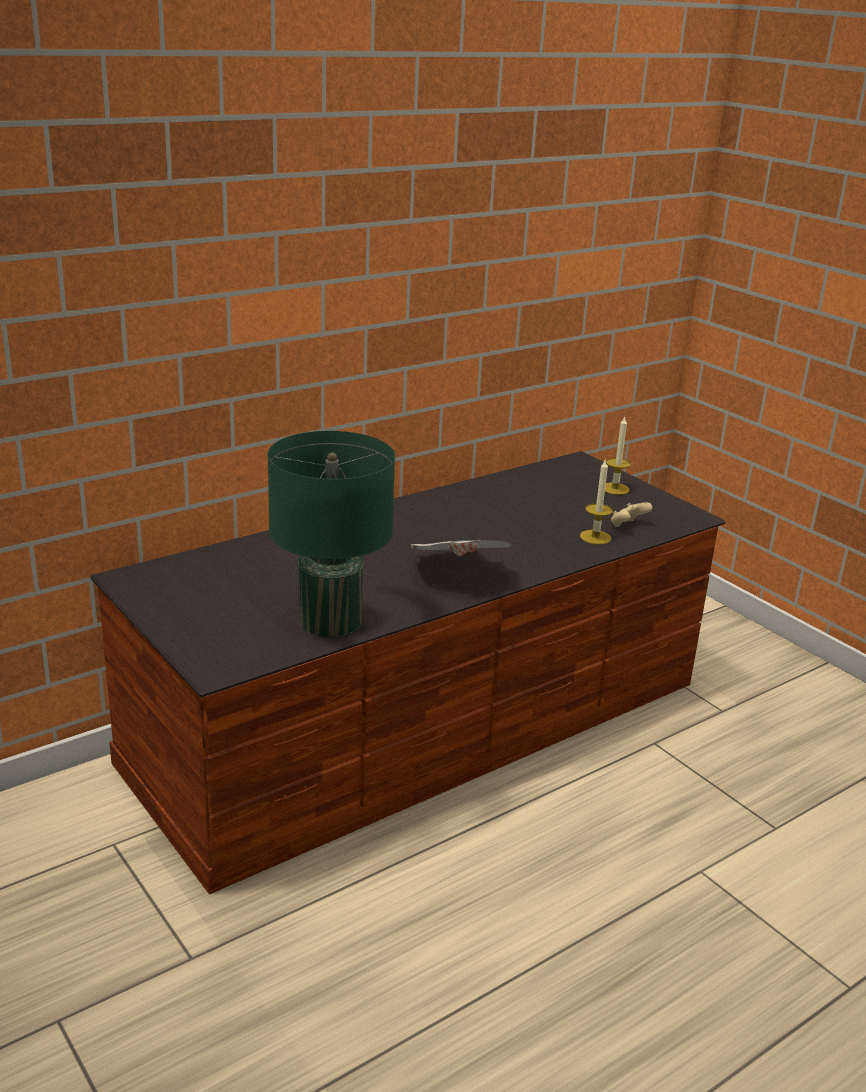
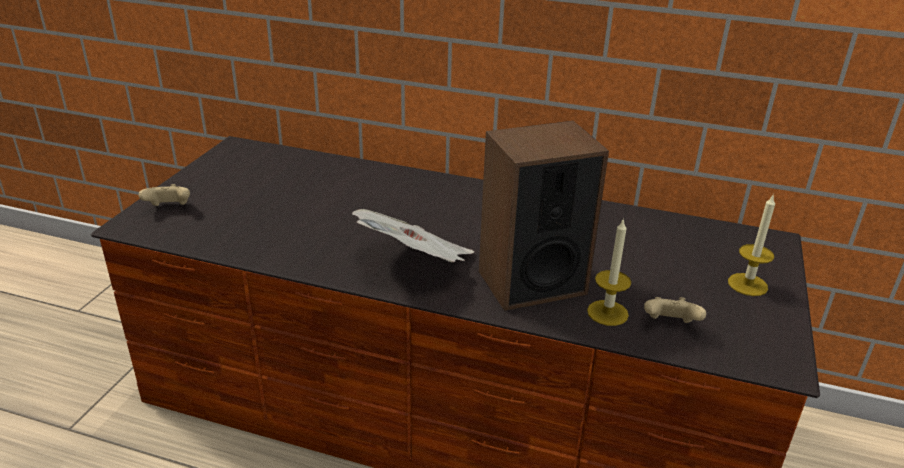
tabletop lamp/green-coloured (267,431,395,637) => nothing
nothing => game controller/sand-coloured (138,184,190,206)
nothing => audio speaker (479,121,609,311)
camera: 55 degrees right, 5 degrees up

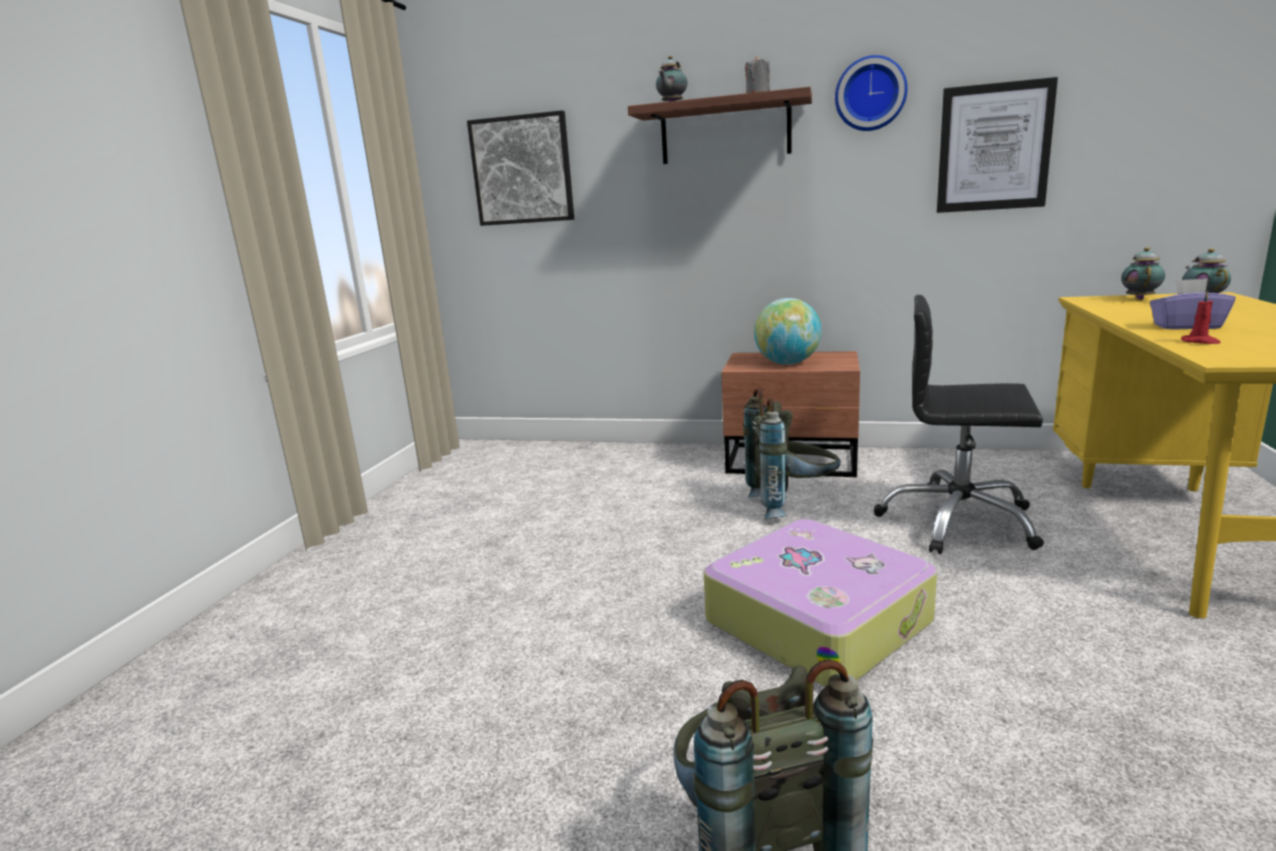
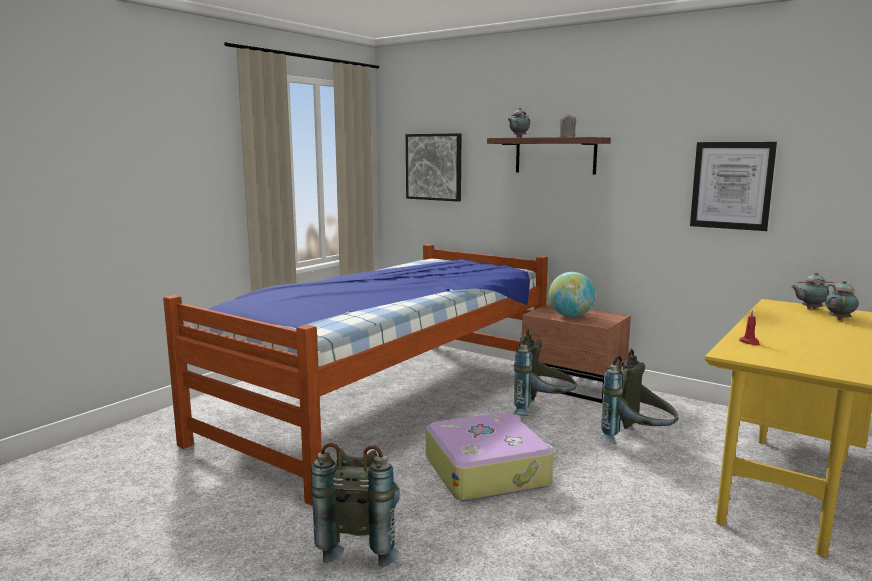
clock on the wall (835,55,908,131) => nothing
computer chair/black (874,295,1044,554) => knapsack/greyish (599,349,679,444)
teapot (1121,247,1165,300) => teapot (791,272,836,309), 135 degrees counterclockwise
tissue box/purple (1150,278,1235,330) => nothing
nothing => bedroom bed (163,244,548,506)
camera: 20 degrees right, 5 degrees down

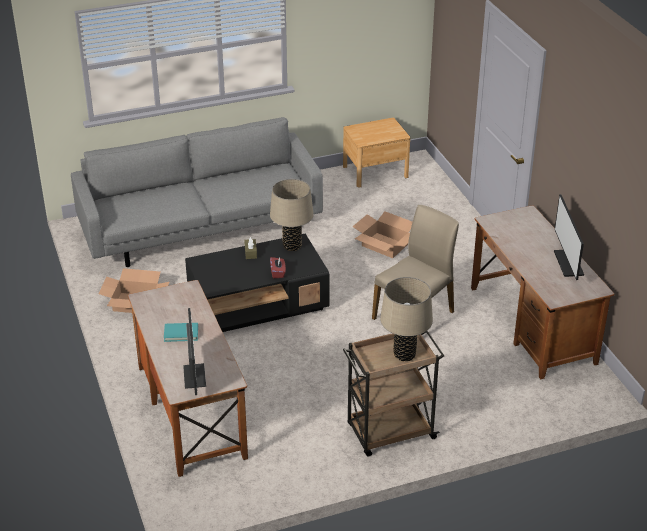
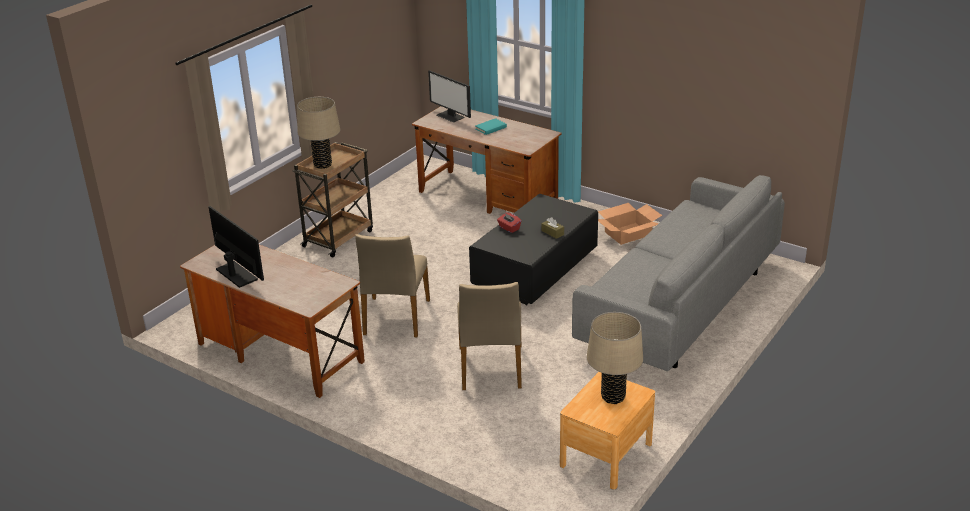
tabletop lamp/sand-coloured (270,179,314,251) => tabletop lamp/sand-coloured (587,312,643,404), relocated
cardboard box (352,211,413,258) => upright chair/sand-coloured (457,282,522,390)
camera: 145 degrees right, 5 degrees down

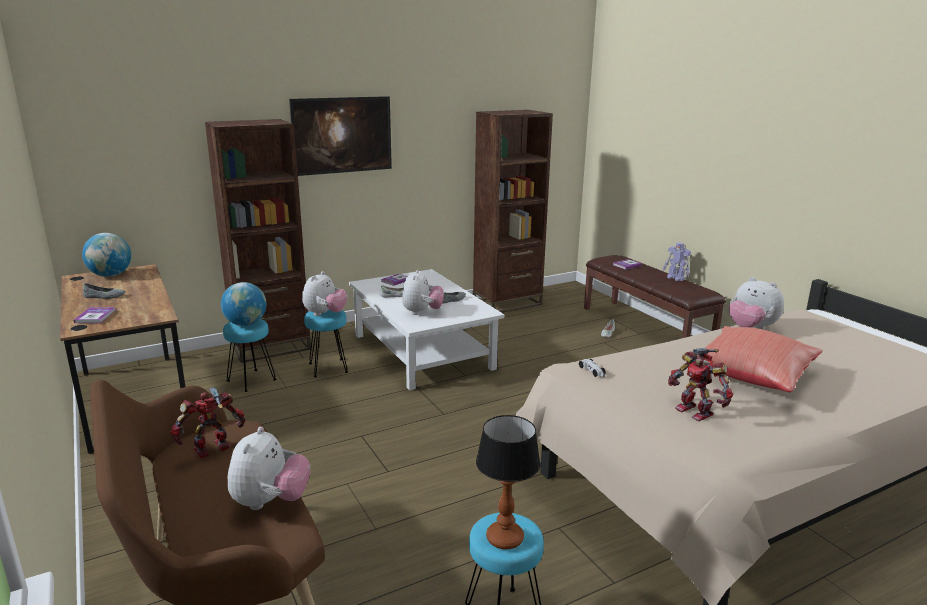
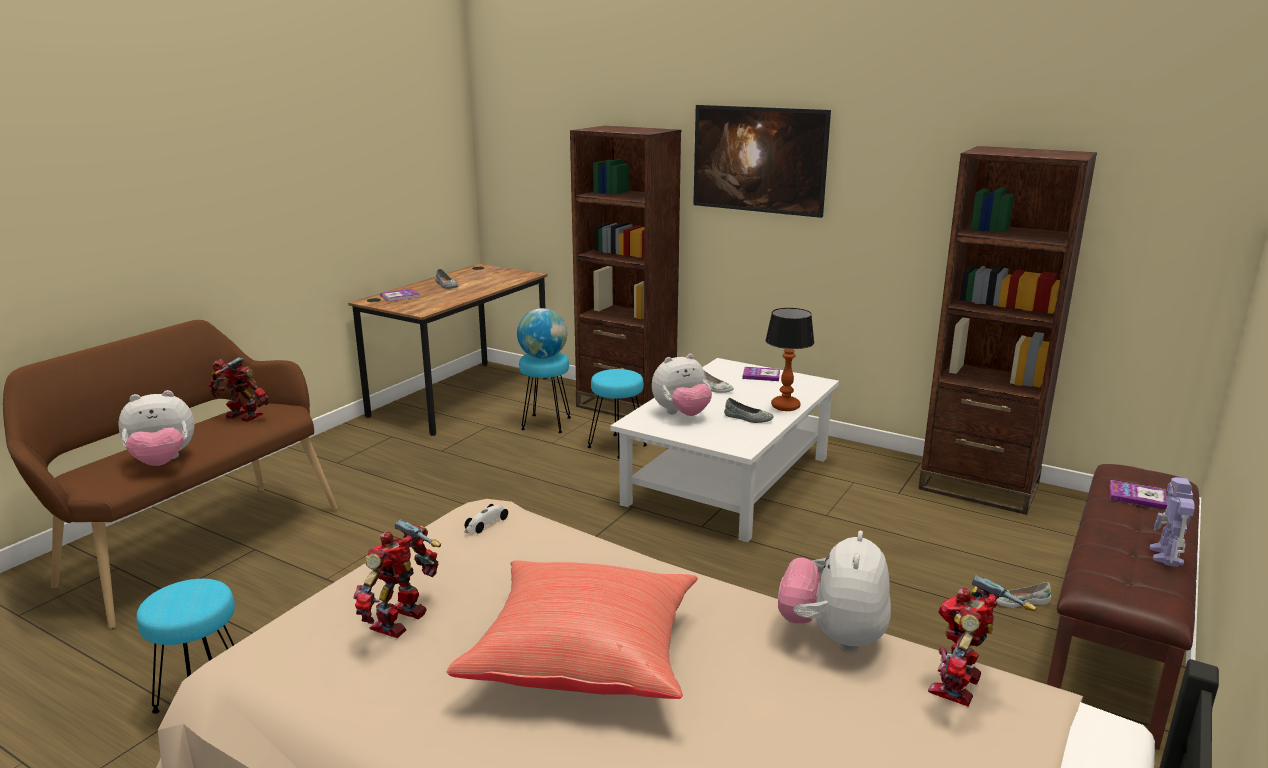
desk globe (82,233,131,277) => nothing
cuddly toy (302,271,348,316) => nothing
tabletop lamp (476,415,540,549) => tabletop lamp (765,308,815,411), relocated
nothing => toy robot (928,575,1037,706)
camera: 60 degrees right, 0 degrees up

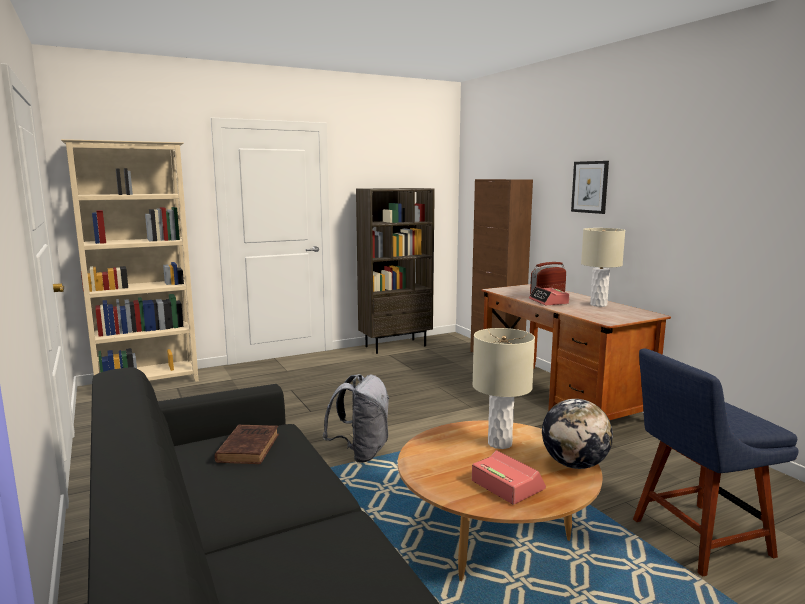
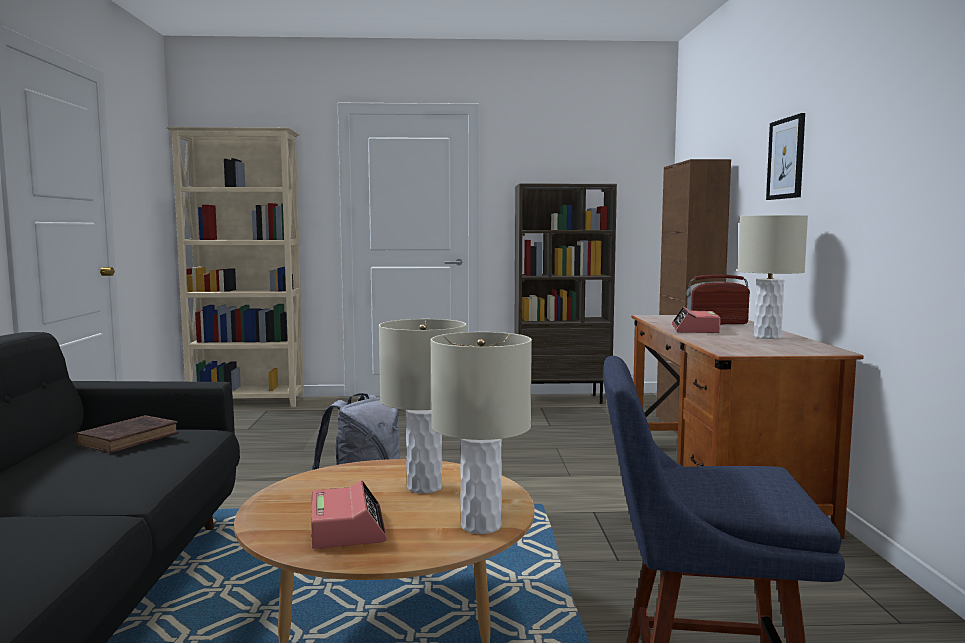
desk globe (542,399,613,469) => tabletop lamp/sand-coloured (431,332,532,534)
camera: 25 degrees right, 5 degrees down

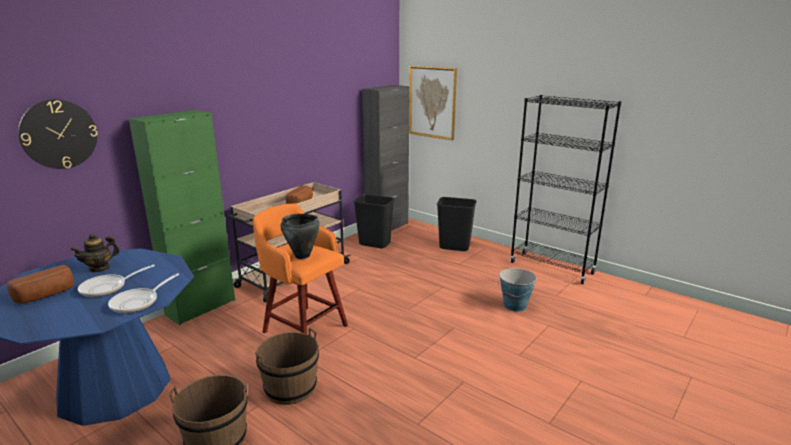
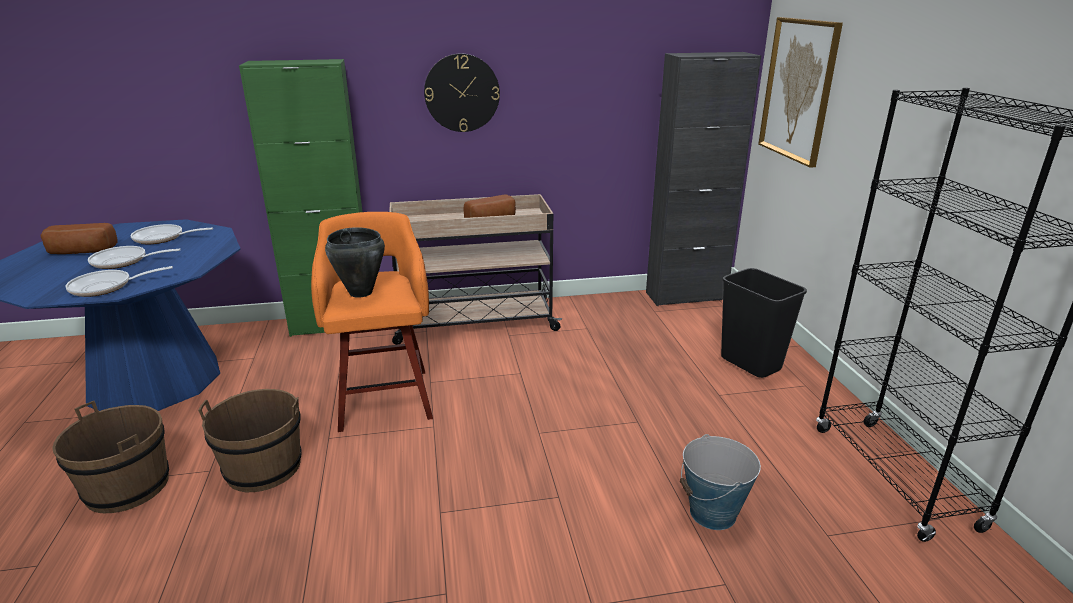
clock on the wall (18,99,98,169) => clock on the wall (424,53,500,132), relocated
teapot (70,233,120,273) => pan (131,224,213,244)
trash can/black (353,194,395,248) => nothing
camera: 40 degrees right, 5 degrees up

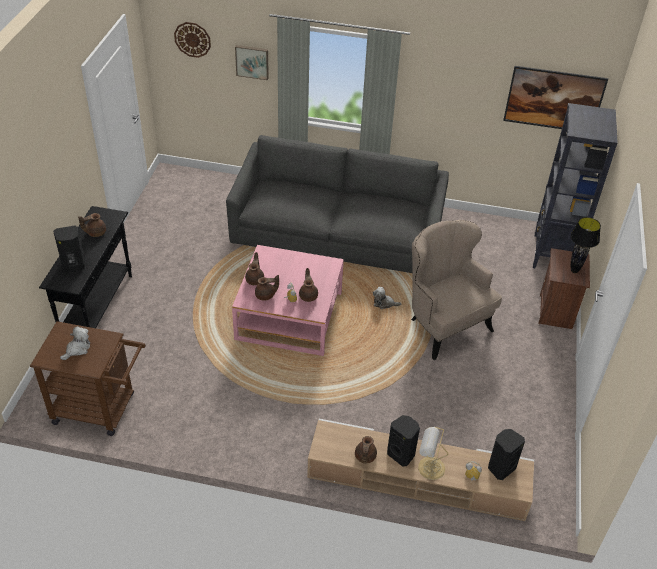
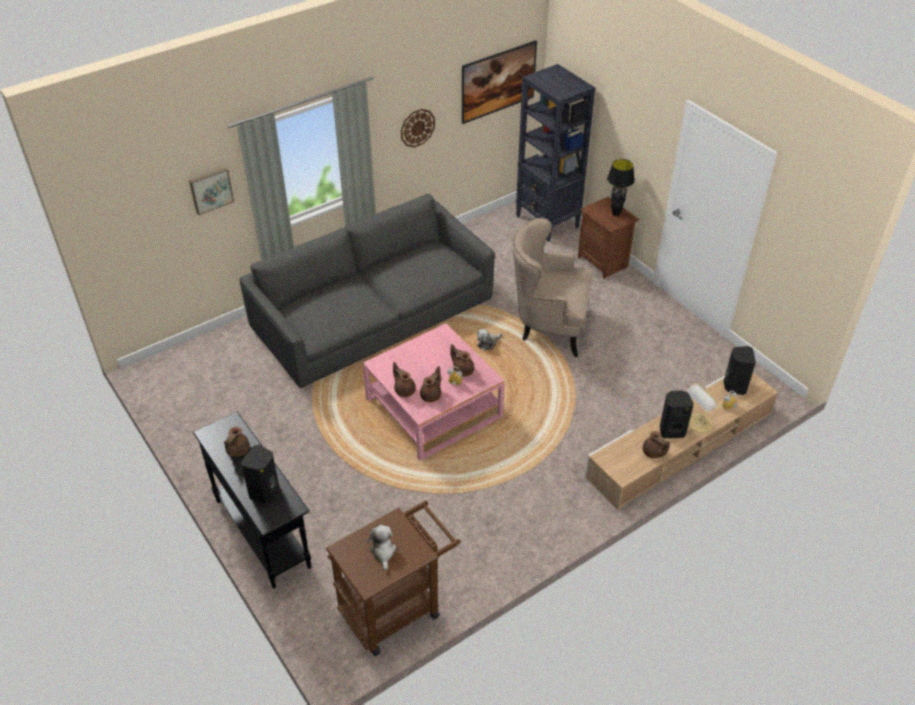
clock on the wall (174,22,211,58) => clock on the wall (401,109,435,148), relocated
camera: 45 degrees left, 0 degrees up

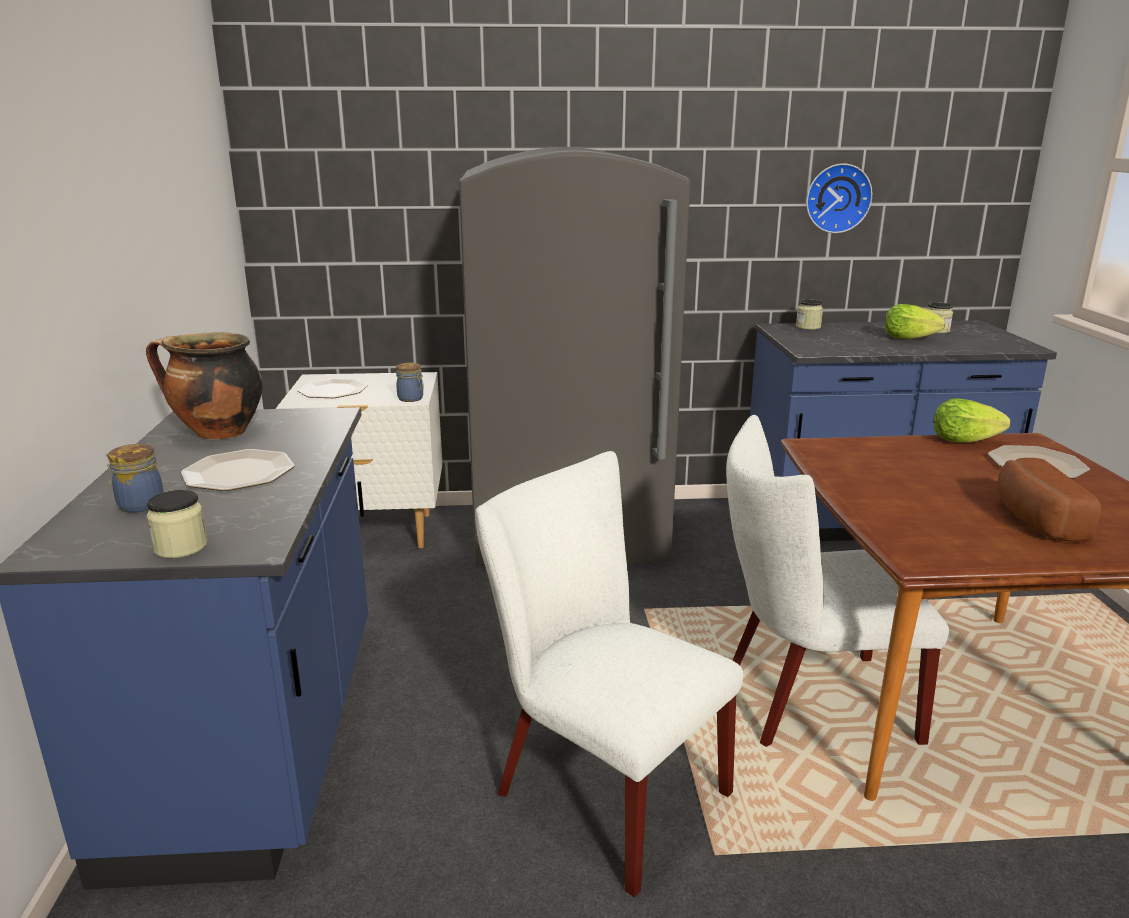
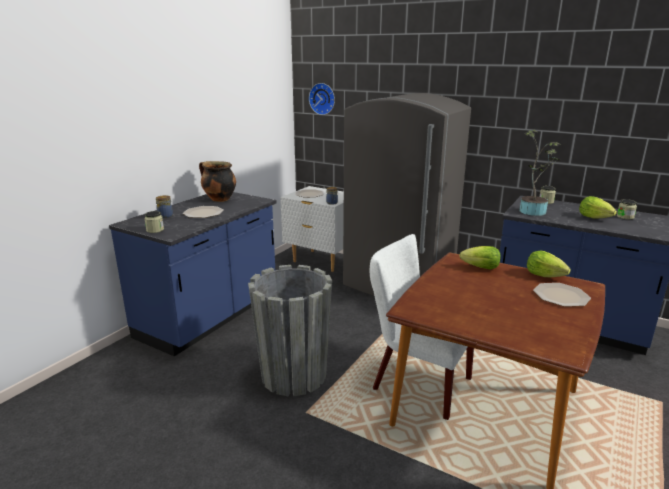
upright chair/whitish (475,451,743,897) => flower pot/greyish (248,265,332,397)
clock on the wall (806,163,872,233) => clock on the wall (309,83,335,115), relocated
baked bread (997,458,1101,542) => nothing
nothing => lettuce head (459,246,500,270)
nothing => plant in a pot (520,130,561,216)
camera: 35 degrees right, 0 degrees up

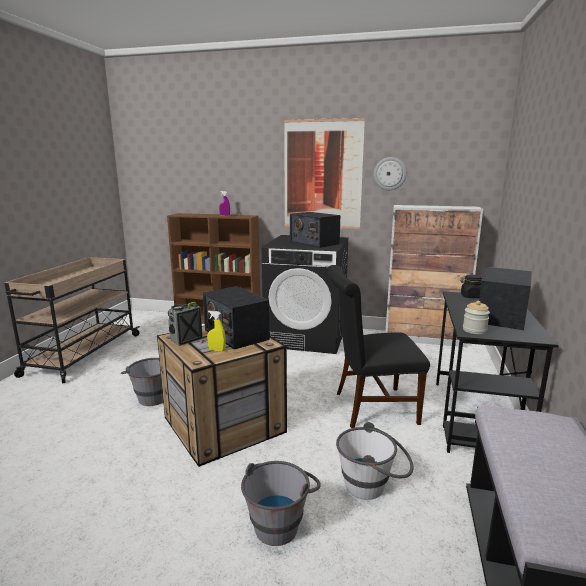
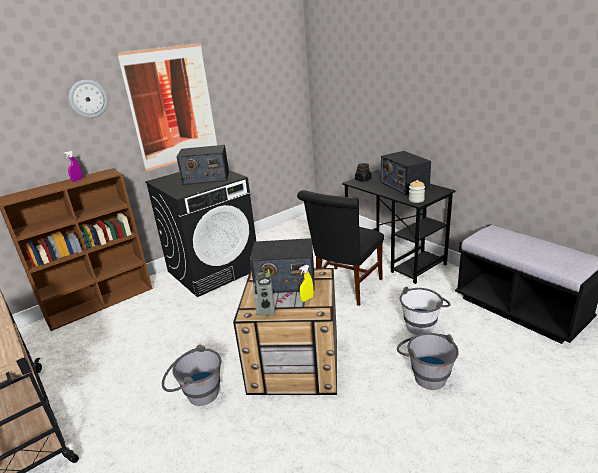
clock on the wall (374,157,407,190) => clock on the wall (69,80,108,118), relocated
storage cabinet (385,205,483,347) => nothing
camera: 50 degrees left, 10 degrees up

